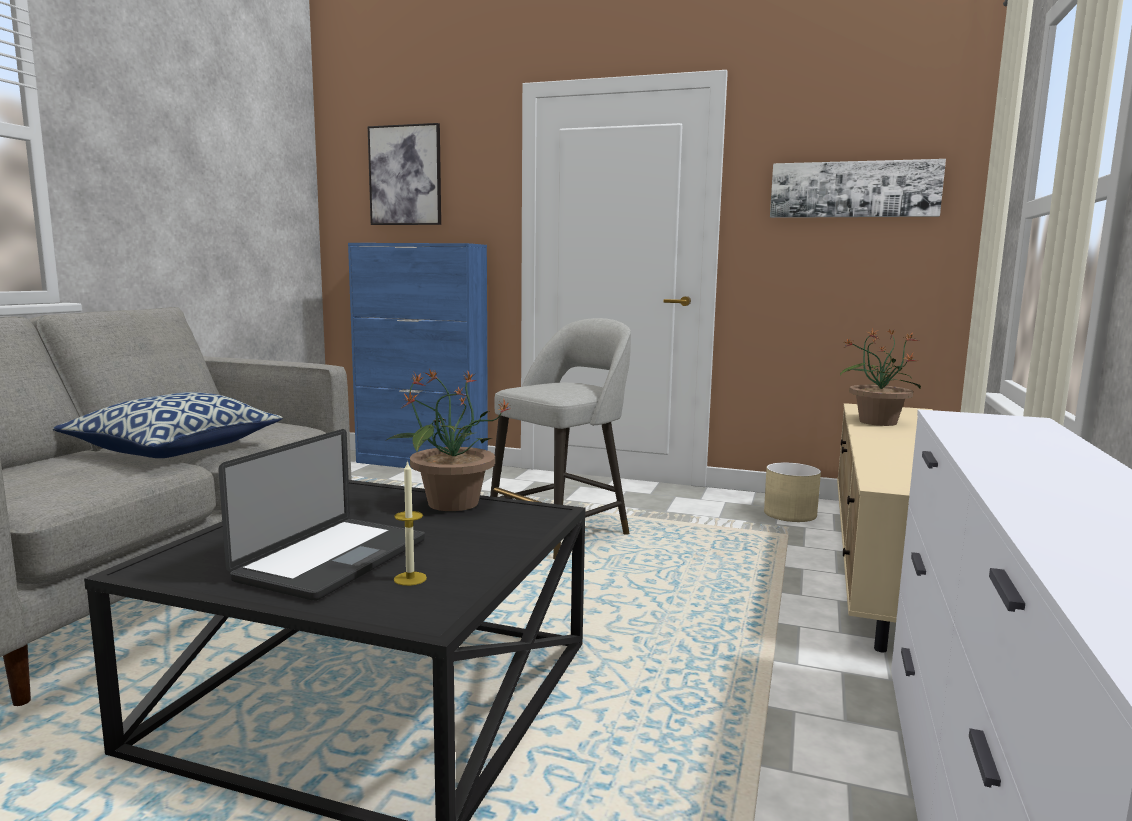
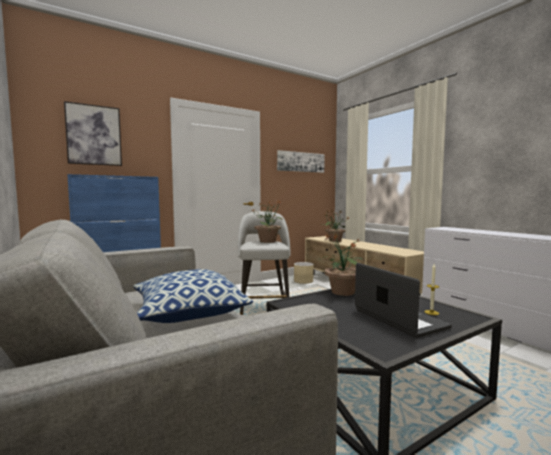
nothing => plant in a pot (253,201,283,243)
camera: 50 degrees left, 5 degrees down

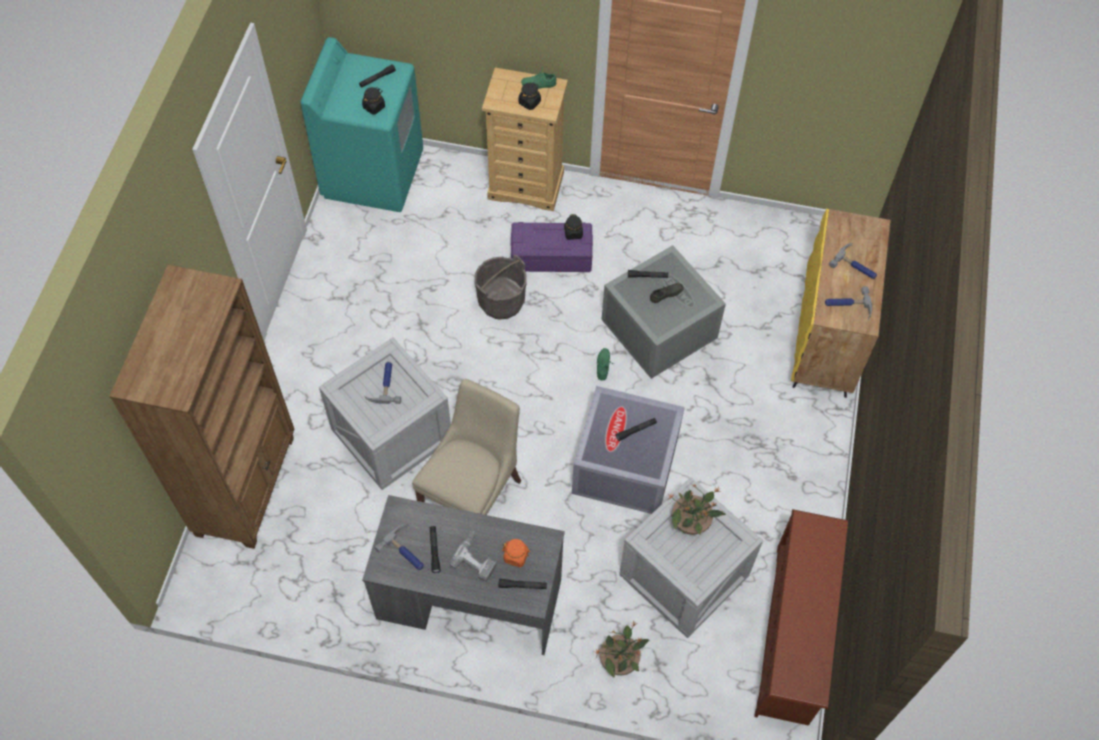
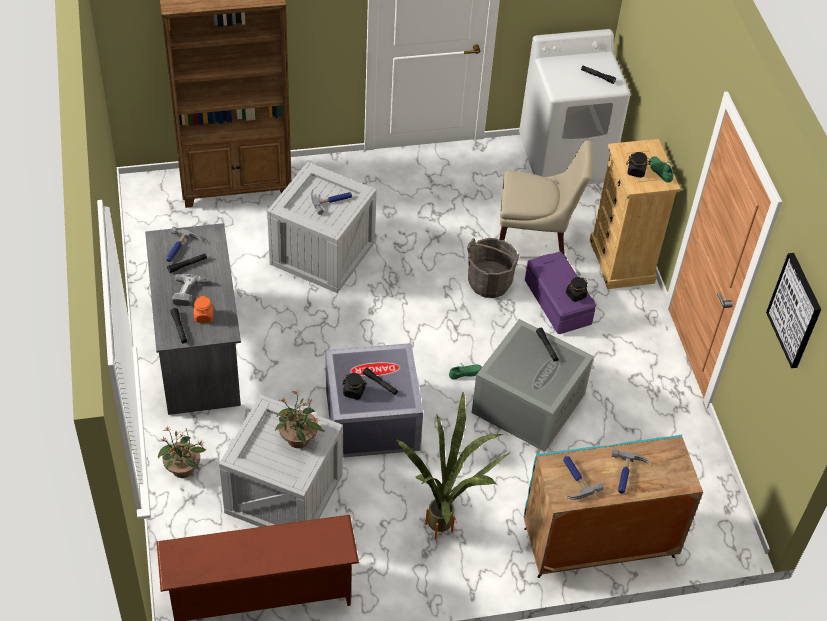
washing machine/turquoise (300,37,423,212) => washing machine/whitish (519,29,630,184)
jar/black (362,87,385,115) => jar/black (342,373,367,400), relocated
upright chair/sand-coloured (412,379,521,515) => upright chair/sand-coloured (499,140,593,255), relocated
low shoe/greyish (650,283,684,303) => nothing
storage cabinet/yellowish (791,209,890,398) => storage cabinet/turquoise (524,434,703,578)
nothing => plant in a pot (394,391,509,540)
nothing => wall art (766,253,821,368)
camera: 65 degrees right, 10 degrees down

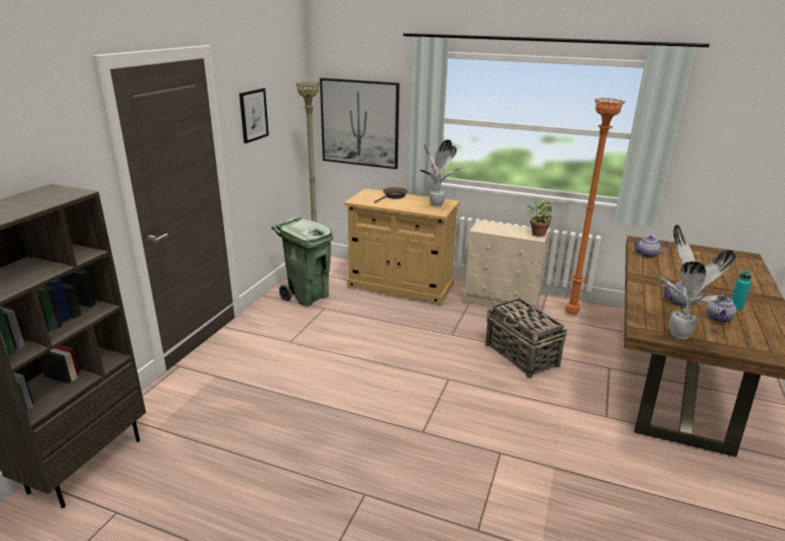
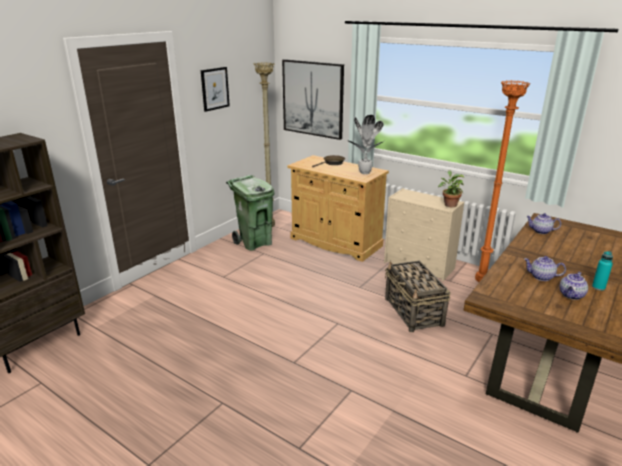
plant in a pot (656,225,736,339) => nothing
camera: 15 degrees right, 0 degrees up

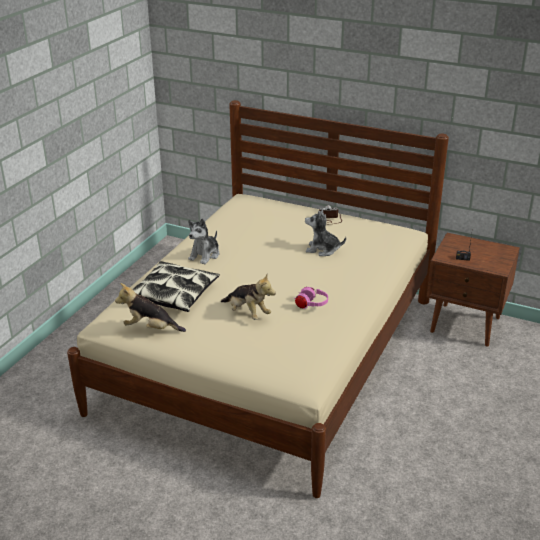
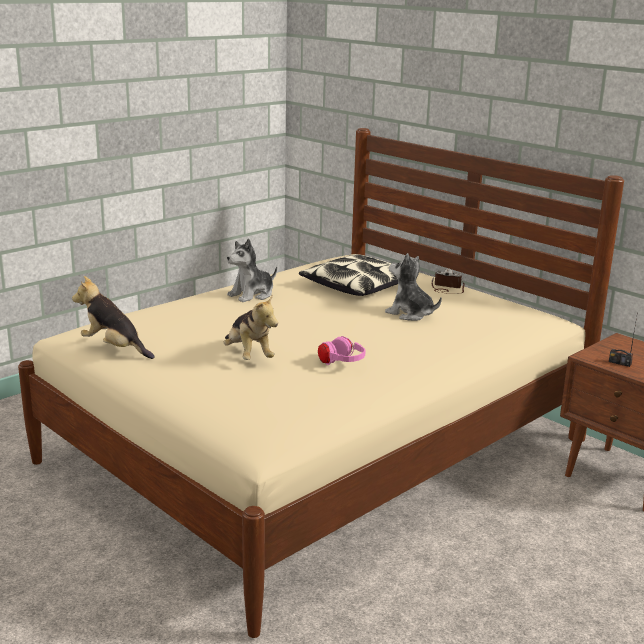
throw pillow (133,261,220,312) => throw pillow (299,254,398,296), relocated
camera: 20 degrees right, 10 degrees down

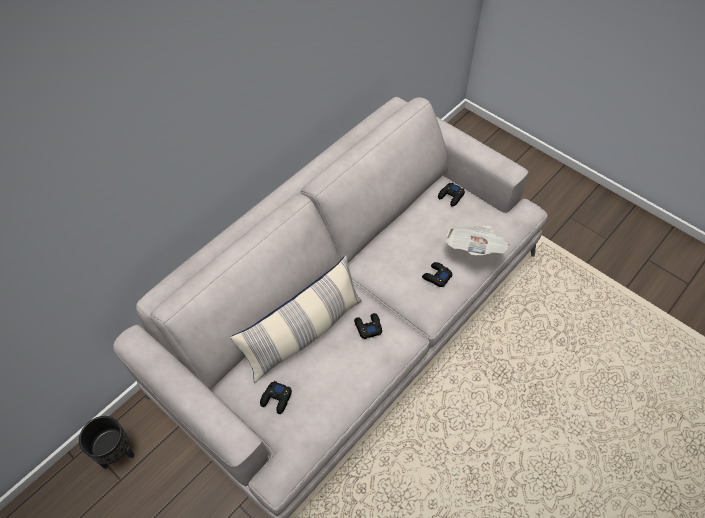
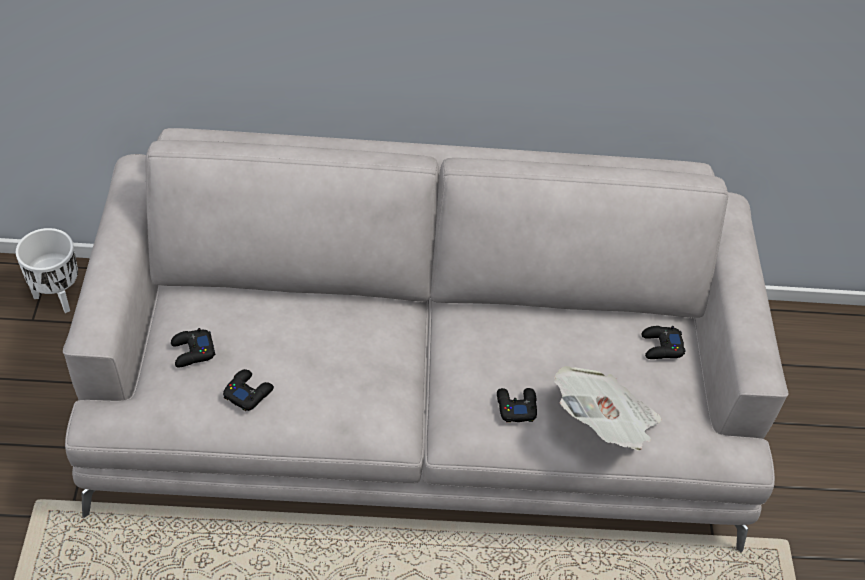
flower pot/black (79,416,134,469) => flower pot/whitish (16,228,78,313)
throw pillow (230,255,362,383) => nothing
game controller/black (354,313,382,339) => game controller/black (223,369,274,411), relocated
camera: 45 degrees right, 5 degrees down

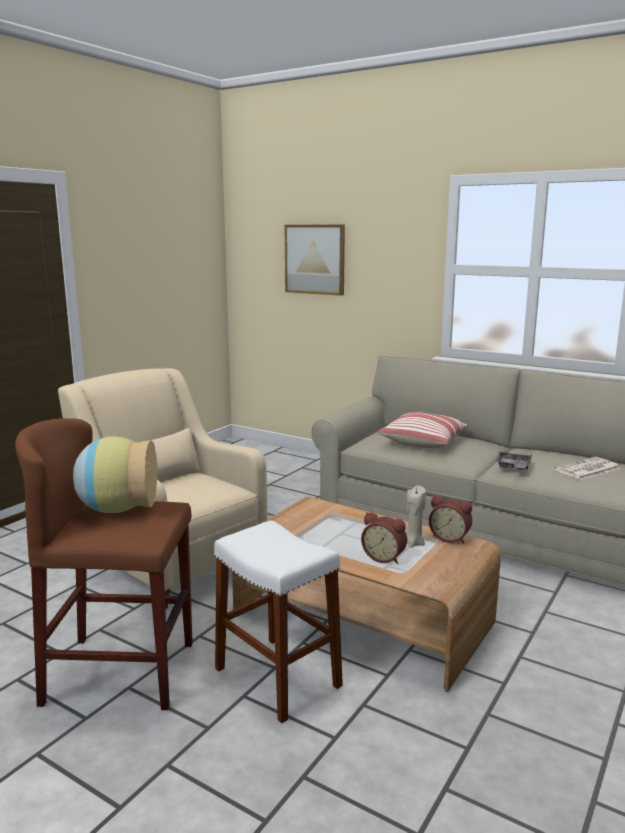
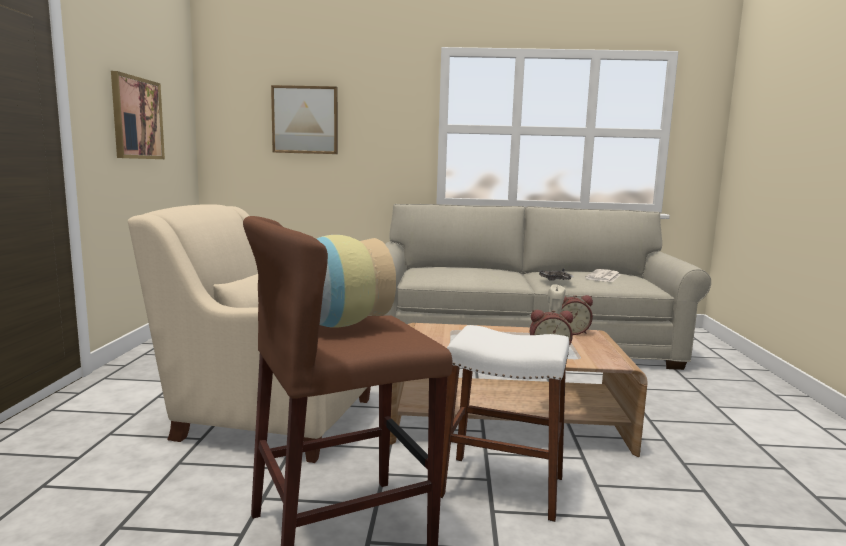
throw pillow (377,412,469,448) => nothing
nothing => wall art (111,71,165,159)
camera: 30 degrees left, 5 degrees down

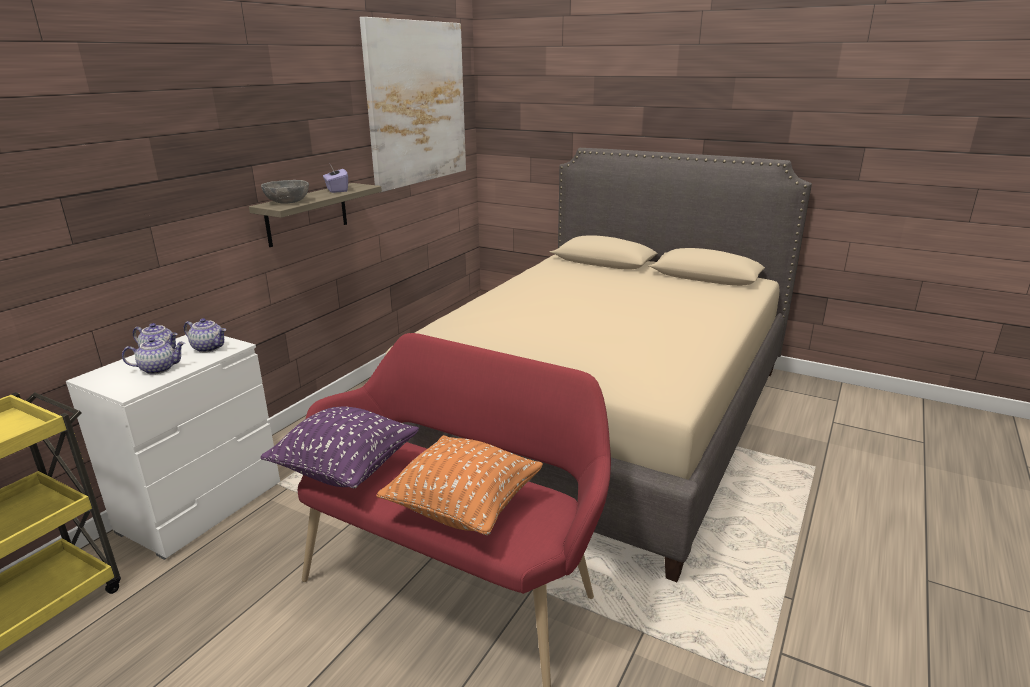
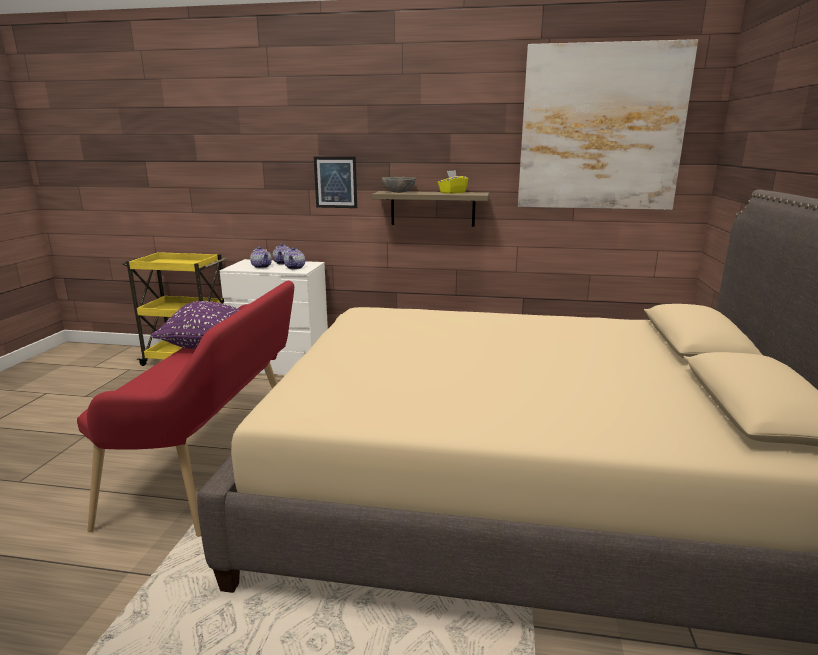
tissue box/purple (323,166,348,193) => tissue box/yellowish (438,170,468,194)
throw pillow/orangey (377,435,543,535) => nothing
nothing => wall art (314,157,357,208)
camera: 70 degrees right, 5 degrees down

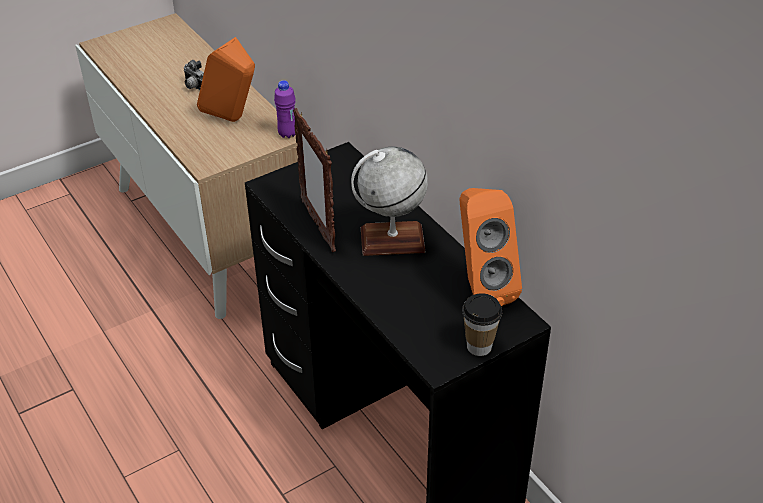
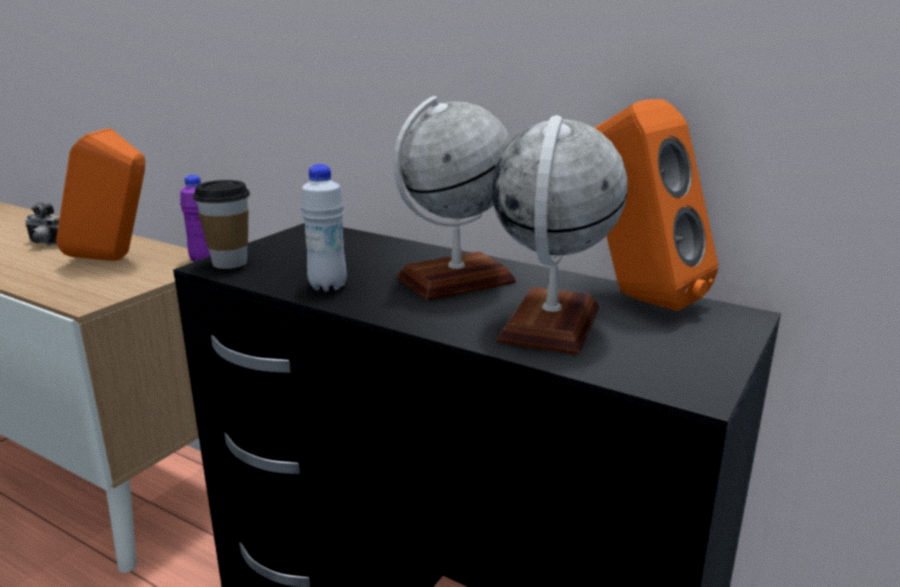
photo frame (293,108,336,252) => bottle/whitish (300,164,347,292)
small cup (462,293,502,356) => small cup (193,180,250,269), relocated
nothing => desk globe (492,115,628,355)
camera: 25 degrees left, 20 degrees down

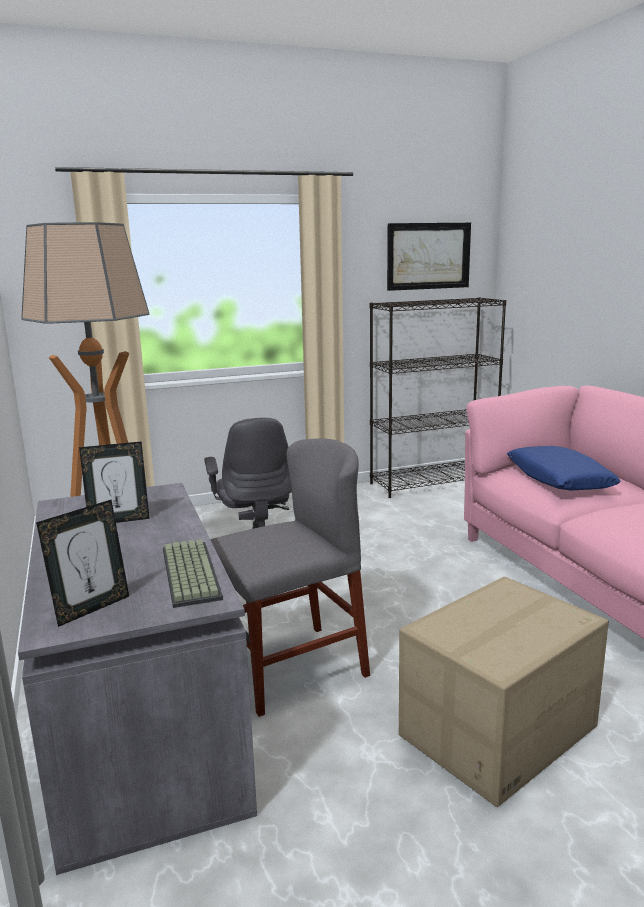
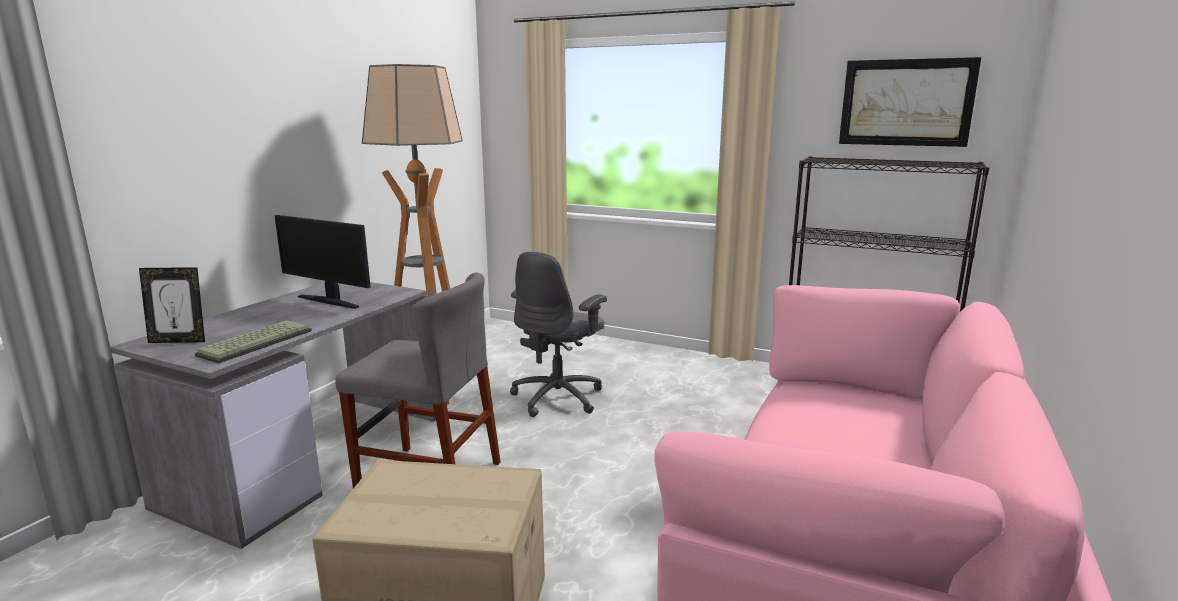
photo frame (79,441,150,523) => monitor (274,215,371,309)
throw pillow/blue (507,446,621,490) => nothing
camera: 45 degrees right, 0 degrees up

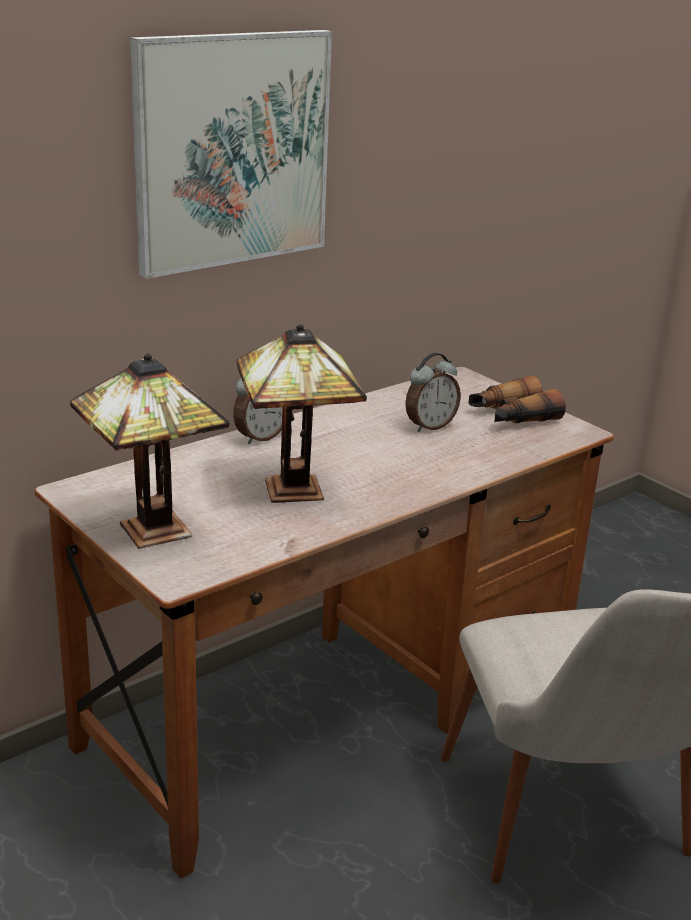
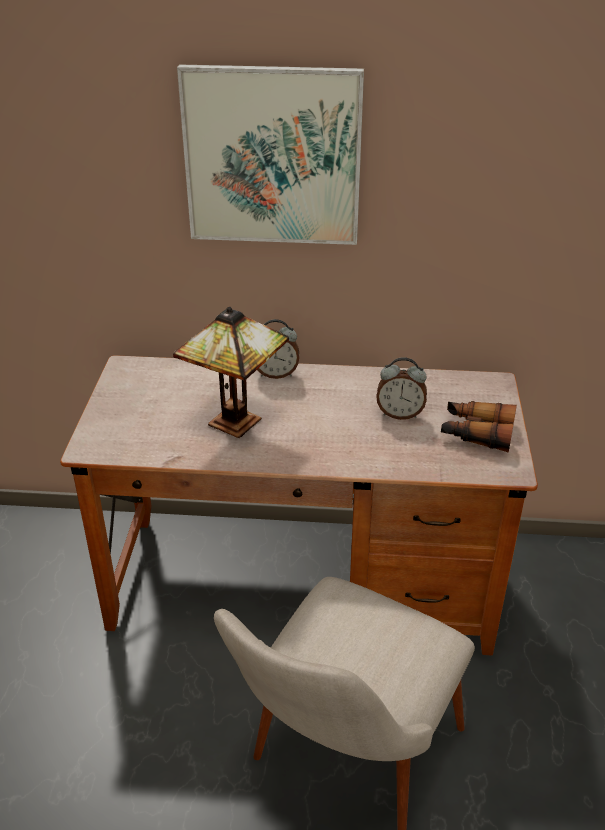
tabletop lamp (70,353,230,549) => nothing
camera: 45 degrees right, 10 degrees up

